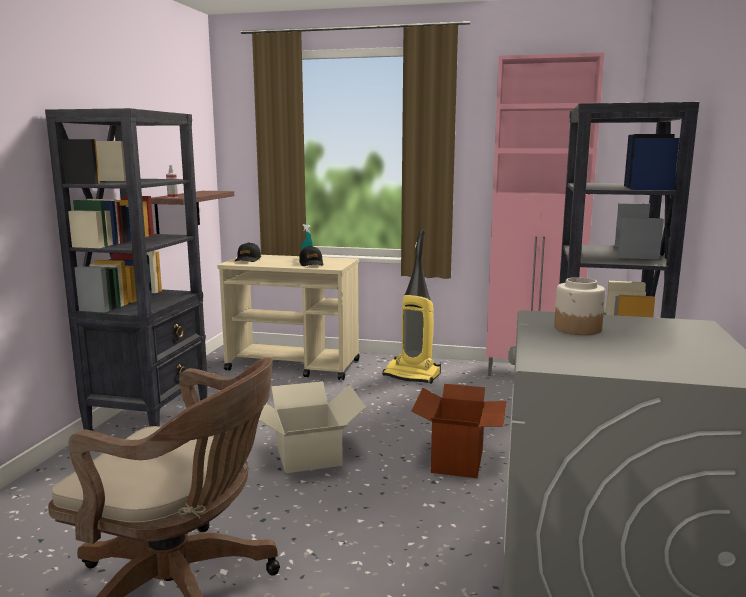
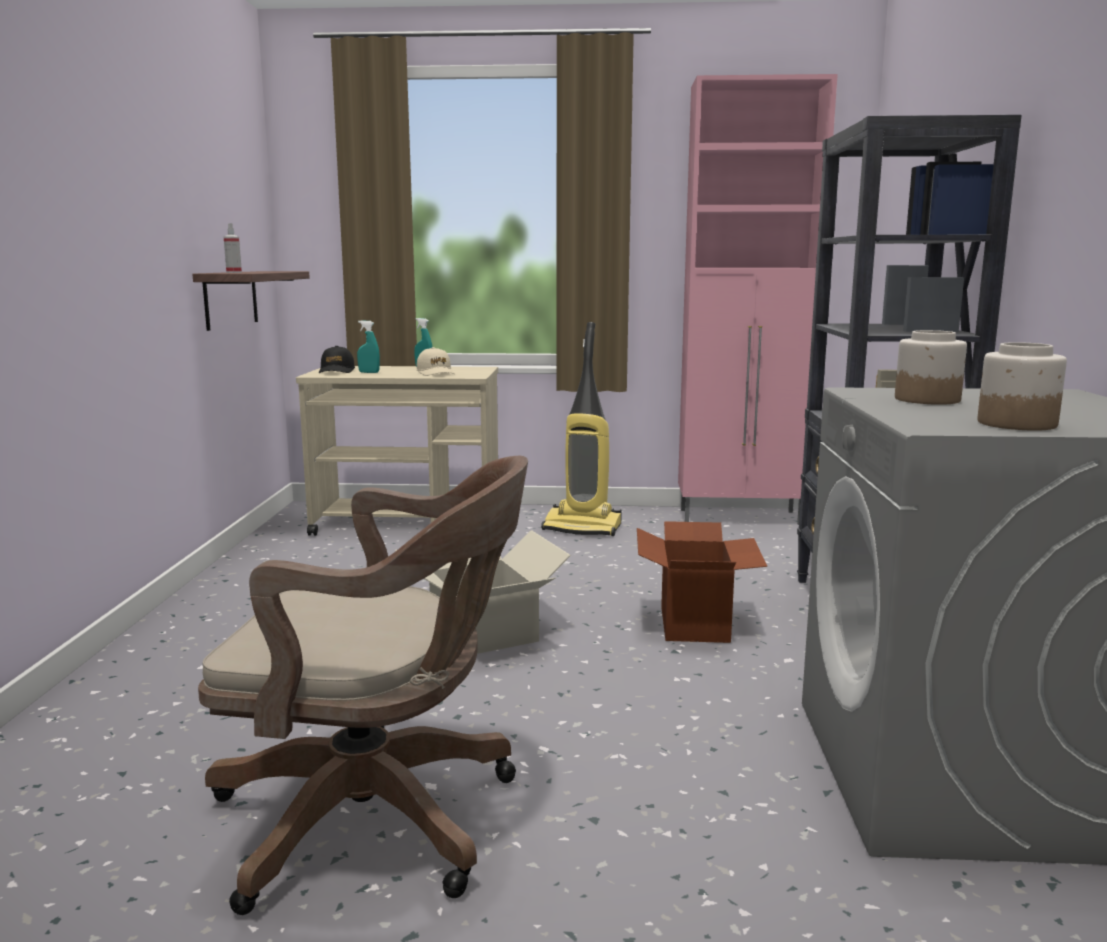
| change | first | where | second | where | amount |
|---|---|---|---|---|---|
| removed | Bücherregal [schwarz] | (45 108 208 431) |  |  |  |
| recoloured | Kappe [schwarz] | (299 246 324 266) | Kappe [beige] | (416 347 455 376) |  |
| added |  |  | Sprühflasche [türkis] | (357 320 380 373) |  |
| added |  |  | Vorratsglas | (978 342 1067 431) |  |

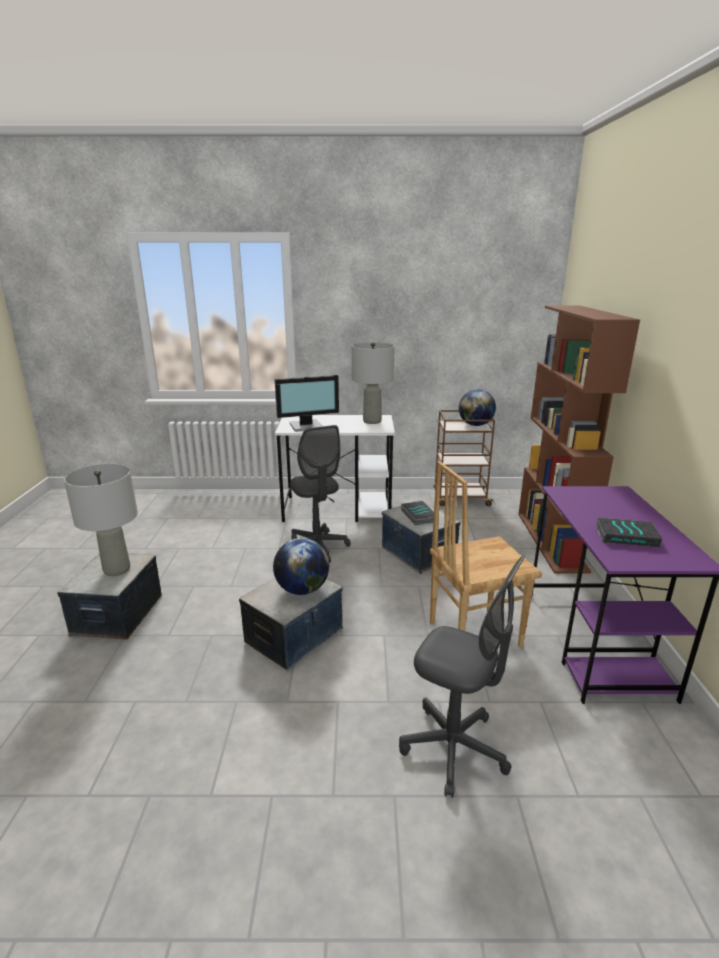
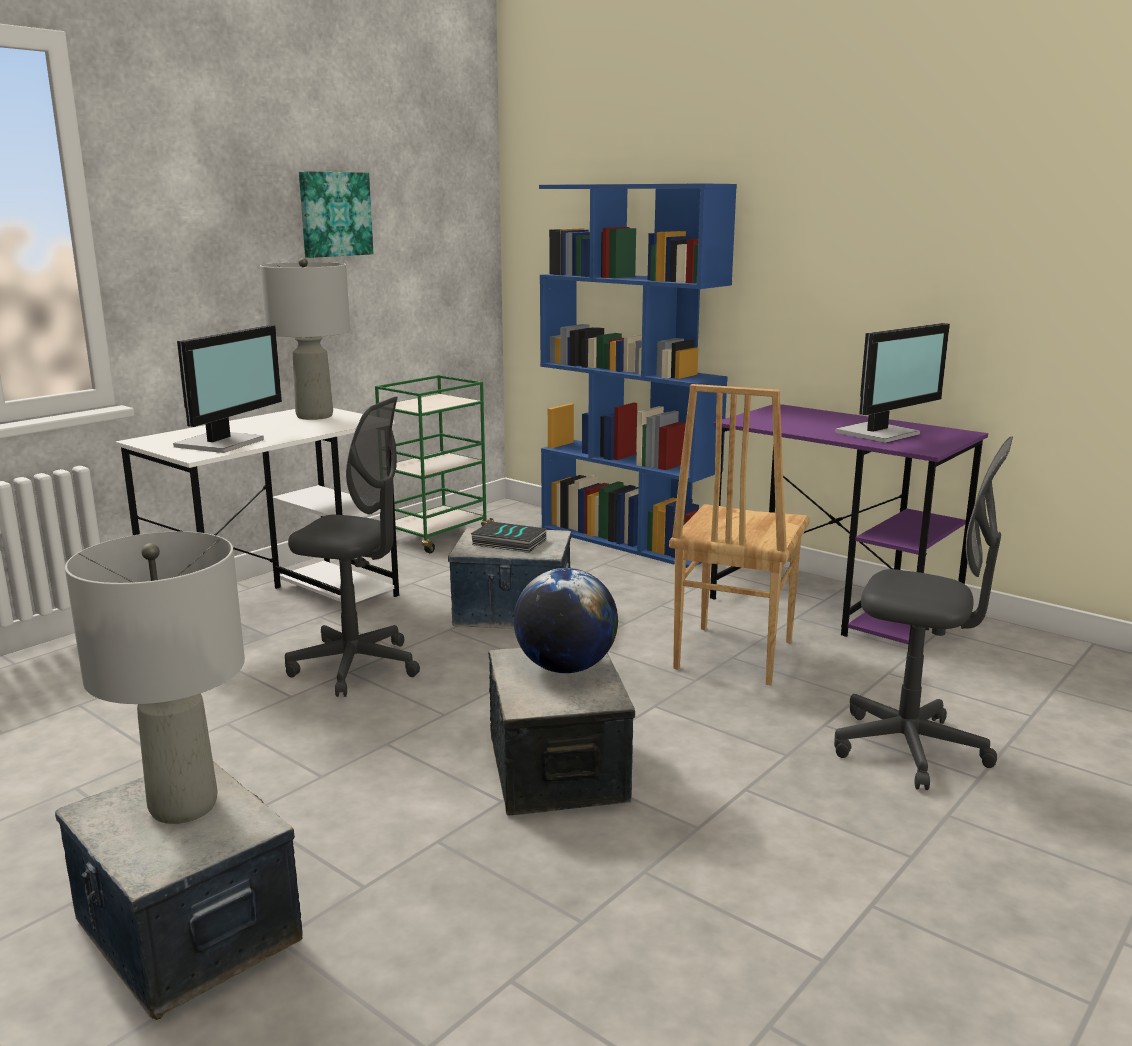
| change | first | where | second | where | amount |
|---|---|---|---|---|---|
| turned | Bürostuhl [grau] | (399 556 525 798) |  | (834 437 1013 790) | 45 degrees clockwise |
| recoloured | Rollwagen [braun] | (433 410 495 506) | Rollwagen [grün] | (375 375 494 553) |  |
| removed | Globus | (459 389 496 426) |  |  |  |
| recoloured | Bücherregal [braun] | (518 306 640 574) | Bücherregal [blau] | (539 183 737 568) |  |
| replaced | Buch | (596 517 662 548) | Monitor | (835 323 950 443) |  |
| added |  |  | Bild | (299 171 374 258) |  |

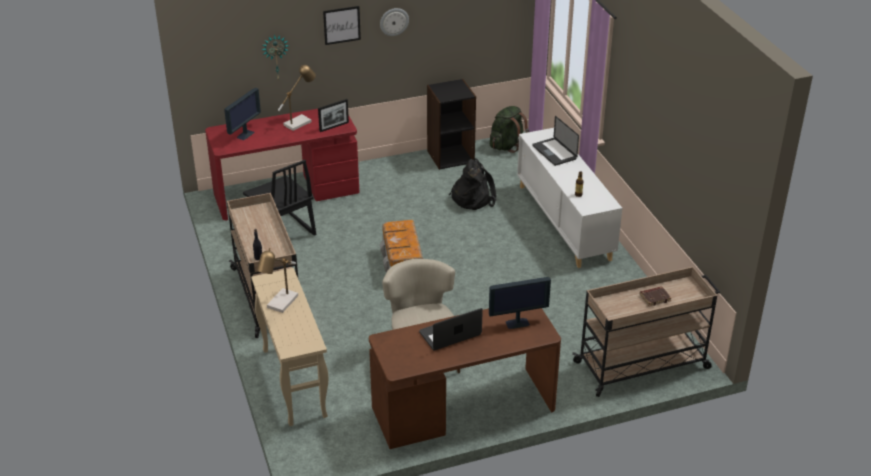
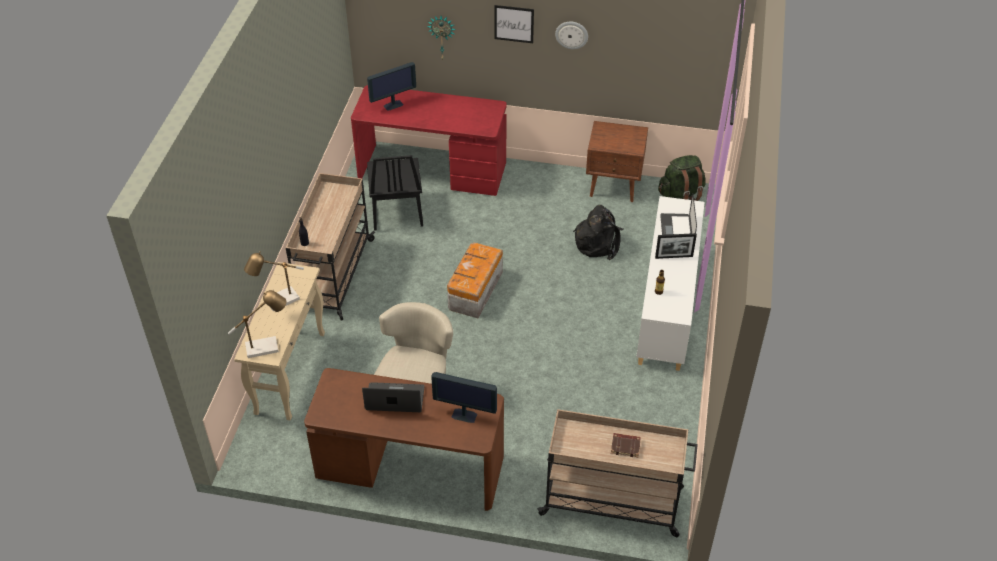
| change | first | where | second | where | amount |
|---|---|---|---|---|---|
| moved | Tischlampe | (278 65 316 131) |  | (228 290 286 358) |  |
| moved | Bilderrahmen | (318 99 349 132) |  | (655 233 697 259) |  |
| replaced | Bücherregal [schwarz] | (427 79 476 170) | Nachttisch [braun] | (586 121 648 202) |  |

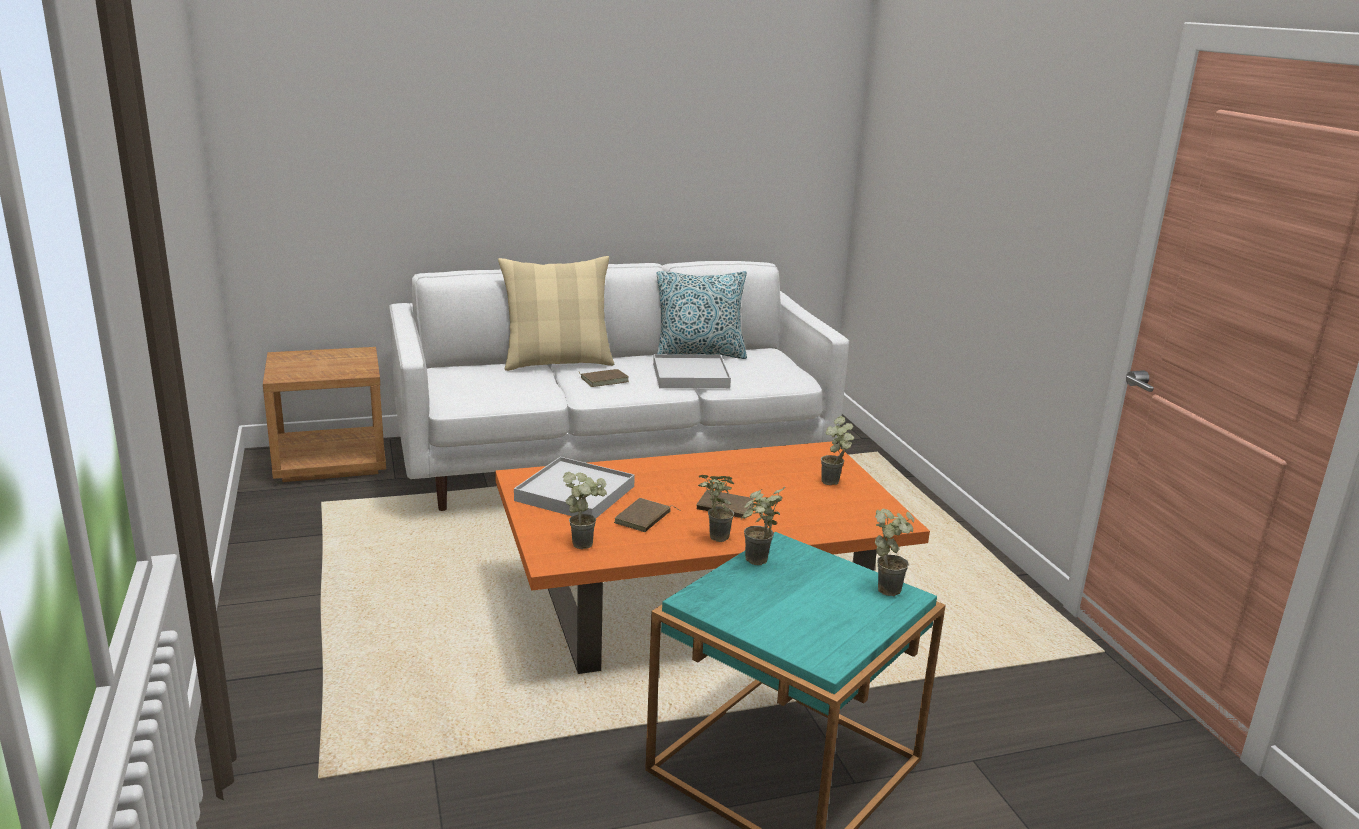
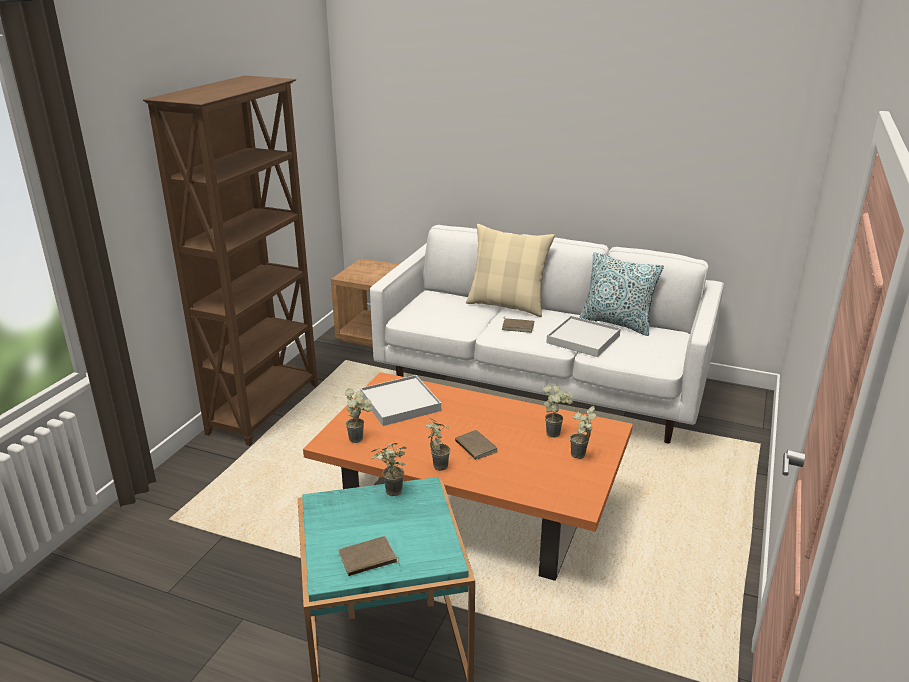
| change | first | where | second | where | amount |
|---|---|---|---|---|---|
| moved | Buch [braun] | (614 498 680 532) |  | (338 536 400 576) |  |
| moved | Topfpflanze | (875 509 914 596) |  | (543 385 573 437) |  |
| added |  |  | Bücherregal [braun] | (143 75 318 446) |  |

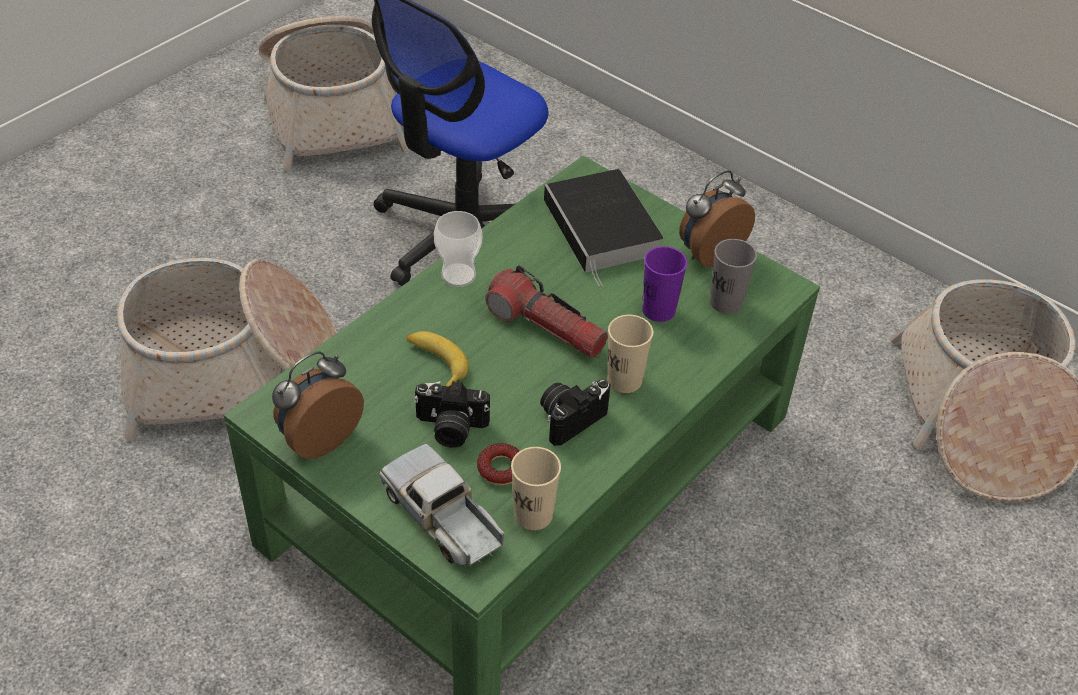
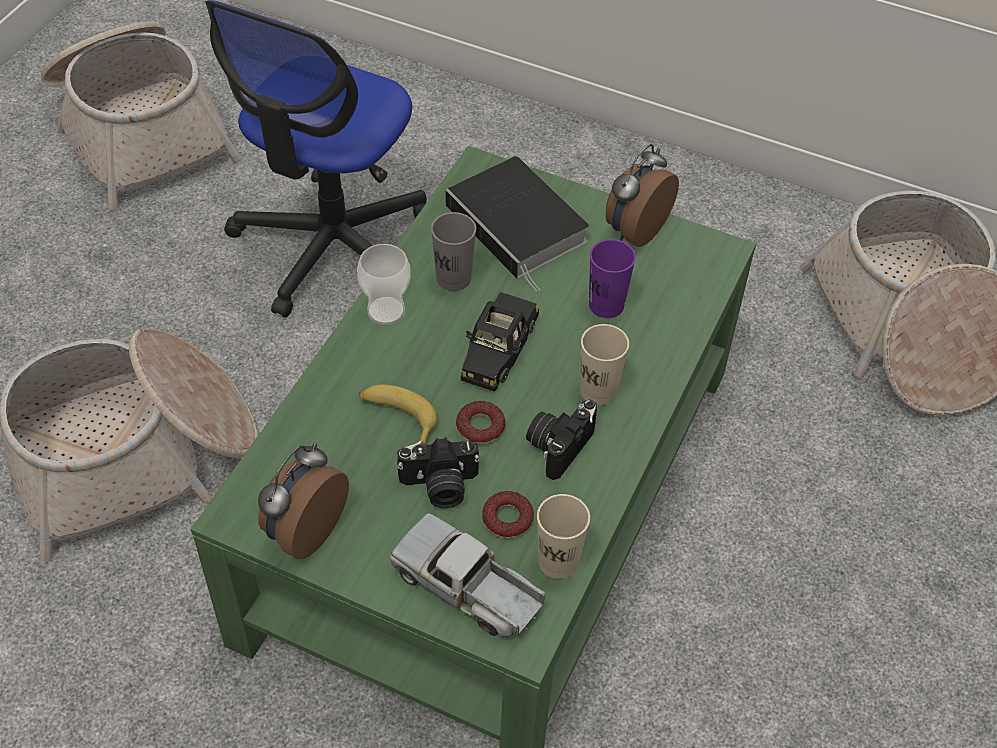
| change | first | where | second | where | amount |
|---|---|---|---|---|---|
| replaced | Taschenlampe | (485 265 608 358) | Spielzeugauto [schwarz] | (461 292 539 392) |  |
| moved | Tasse [grau] | (710 239 757 314) |  | (431 212 476 291) |  |
| added |  |  | Donut | (456 401 506 444) |  |

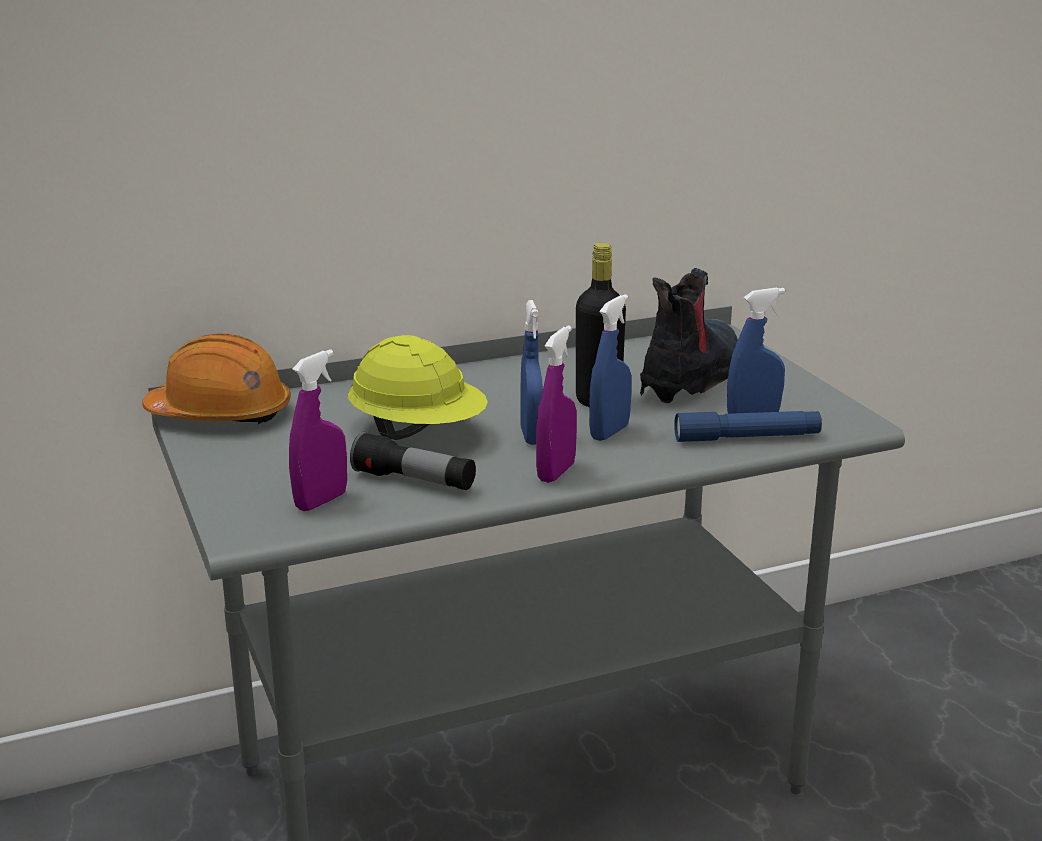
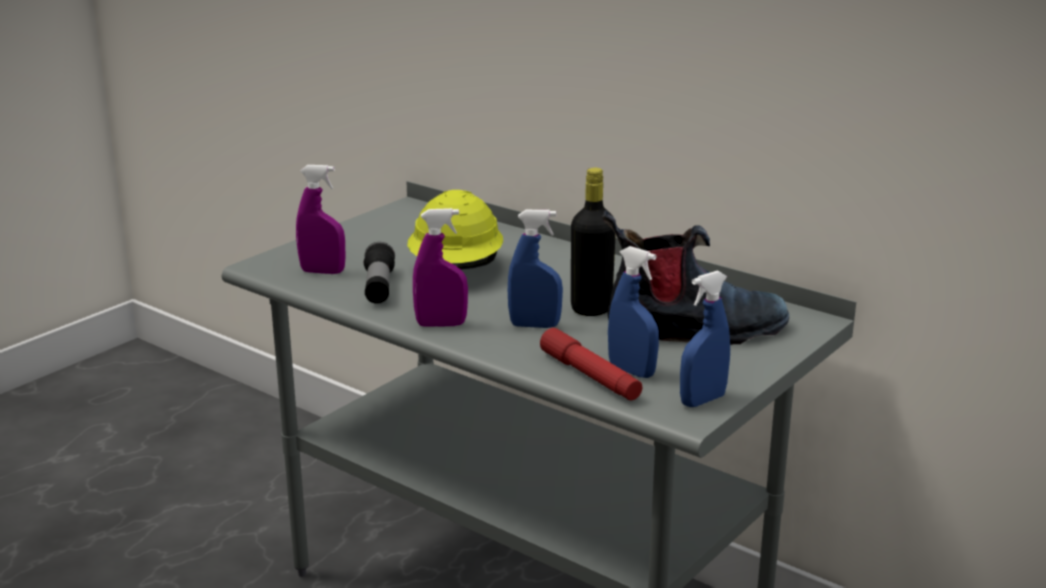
| change | first | where | second | where | amount |
|---|---|---|---|---|---|
| removed | Schutzhelm [orange] | (142 333 291 424) |  |  |  |
| moved | Sprühflasche [blau] | (521 300 543 445) |  | (680 271 730 407) |  |
| recoloured | Taschenlampe [blau] | (674 411 822 442) | Taschenlampe [rot] | (540 328 642 400) |  |

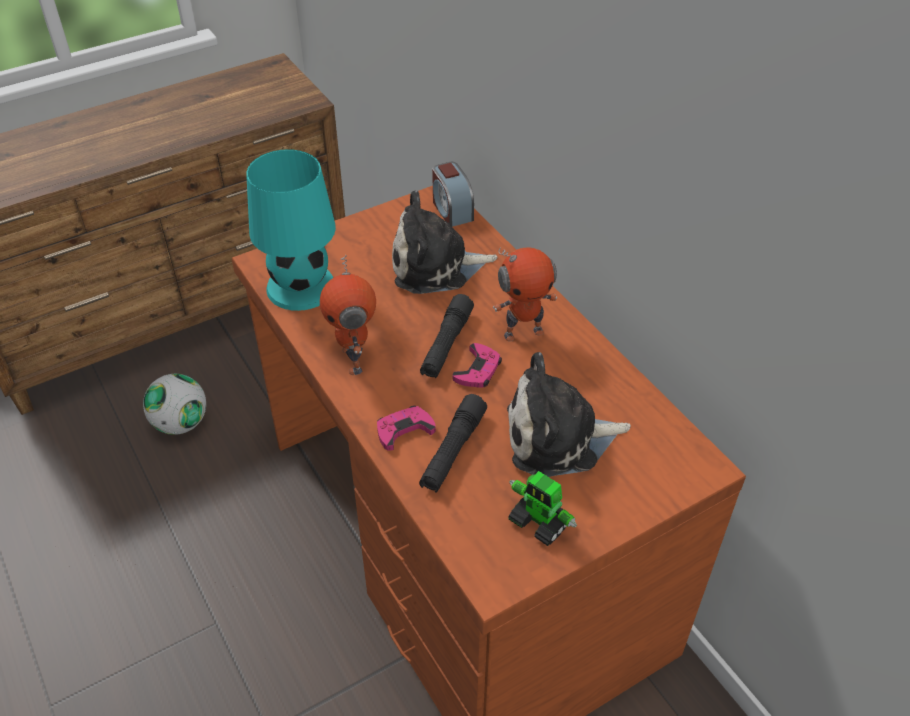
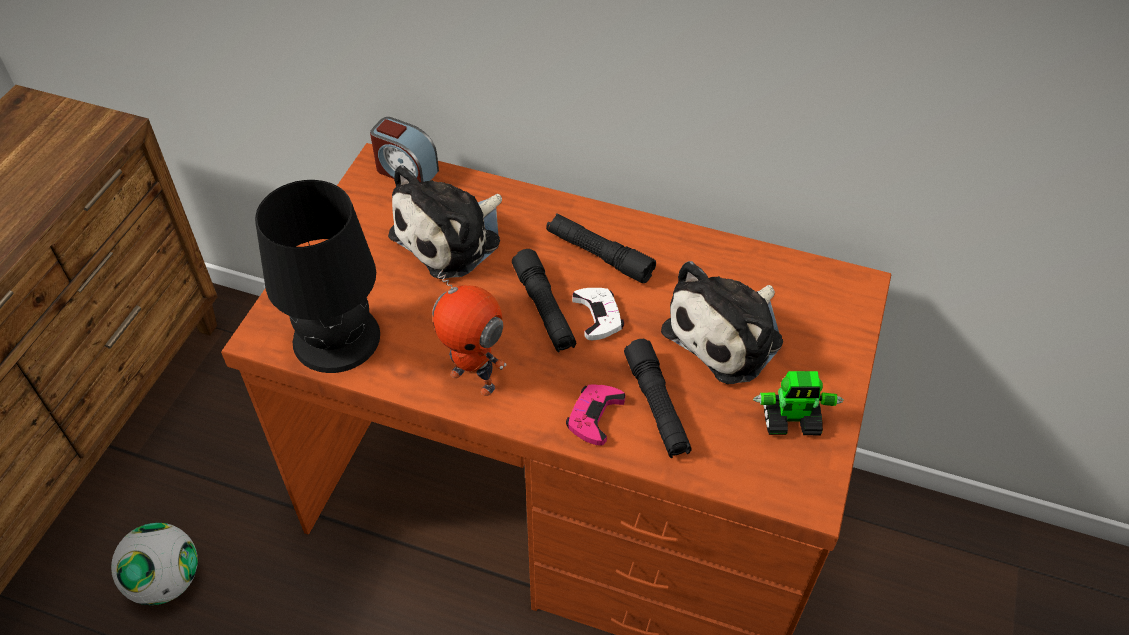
| change | first | where | second | where | amount |
|---|---|---|---|---|---|
| recoloured | Tischlampe [türkis] | (246 149 336 311) | Tischlampe [schwarz] | (255 180 380 373) |  |
| recoloured | Gamepad [rosa] | (452 343 502 388) | Gamepad [weiß] | (572 288 624 340) |  |
| replaced | Spielzeugroboter | (493 247 557 342) | Taschenlampe [schwarz] | (546 213 656 283) |  |

